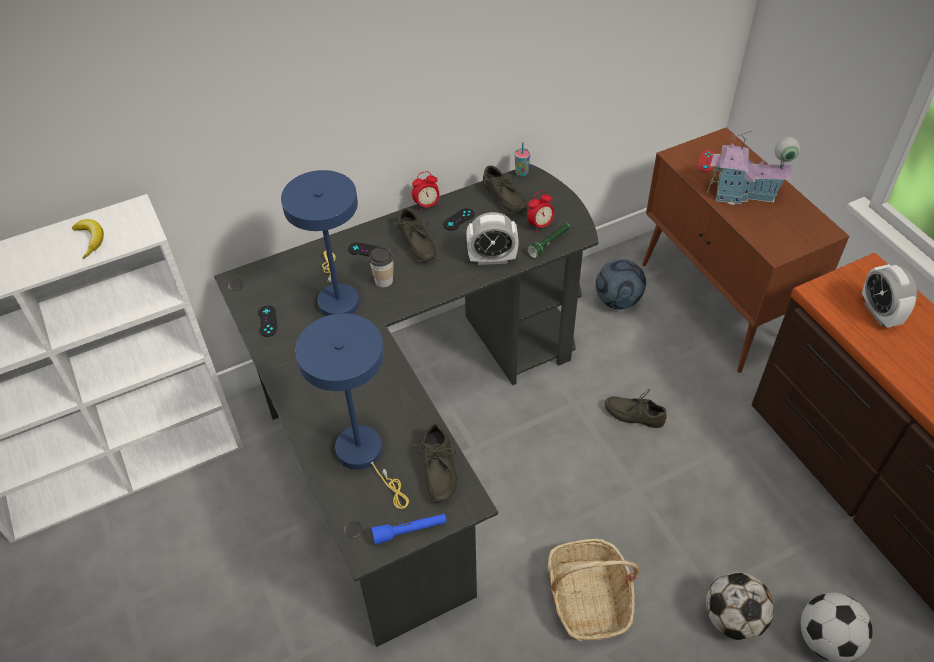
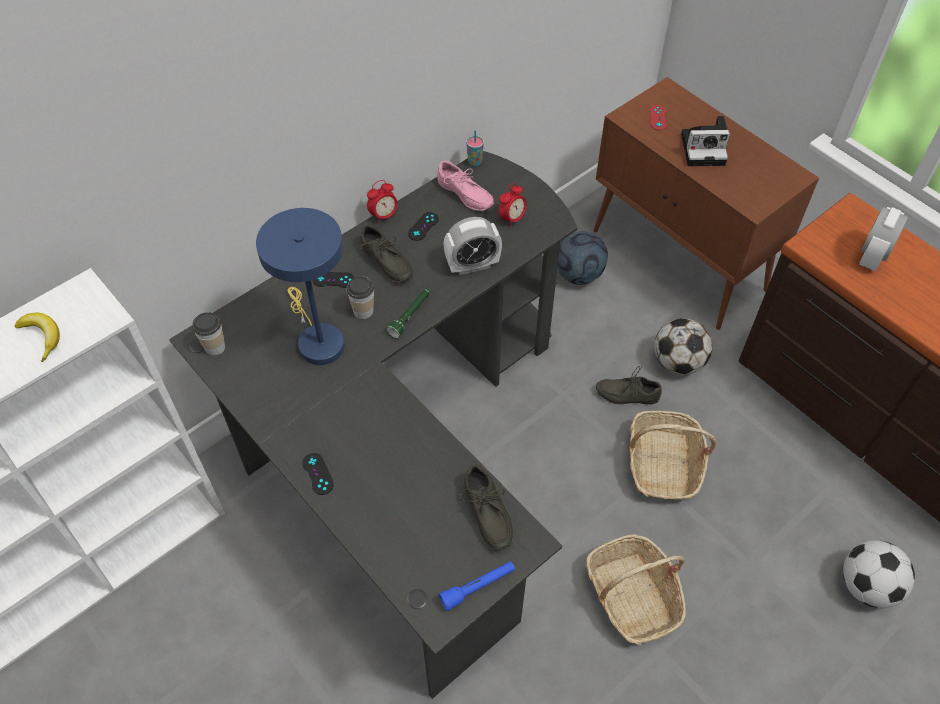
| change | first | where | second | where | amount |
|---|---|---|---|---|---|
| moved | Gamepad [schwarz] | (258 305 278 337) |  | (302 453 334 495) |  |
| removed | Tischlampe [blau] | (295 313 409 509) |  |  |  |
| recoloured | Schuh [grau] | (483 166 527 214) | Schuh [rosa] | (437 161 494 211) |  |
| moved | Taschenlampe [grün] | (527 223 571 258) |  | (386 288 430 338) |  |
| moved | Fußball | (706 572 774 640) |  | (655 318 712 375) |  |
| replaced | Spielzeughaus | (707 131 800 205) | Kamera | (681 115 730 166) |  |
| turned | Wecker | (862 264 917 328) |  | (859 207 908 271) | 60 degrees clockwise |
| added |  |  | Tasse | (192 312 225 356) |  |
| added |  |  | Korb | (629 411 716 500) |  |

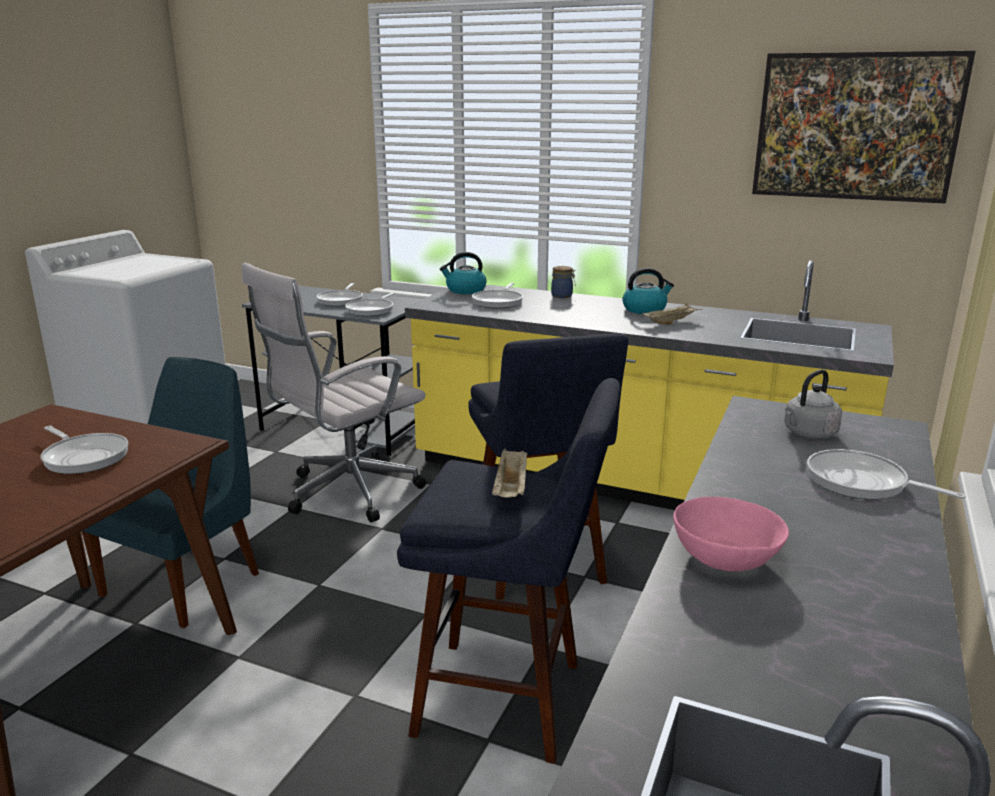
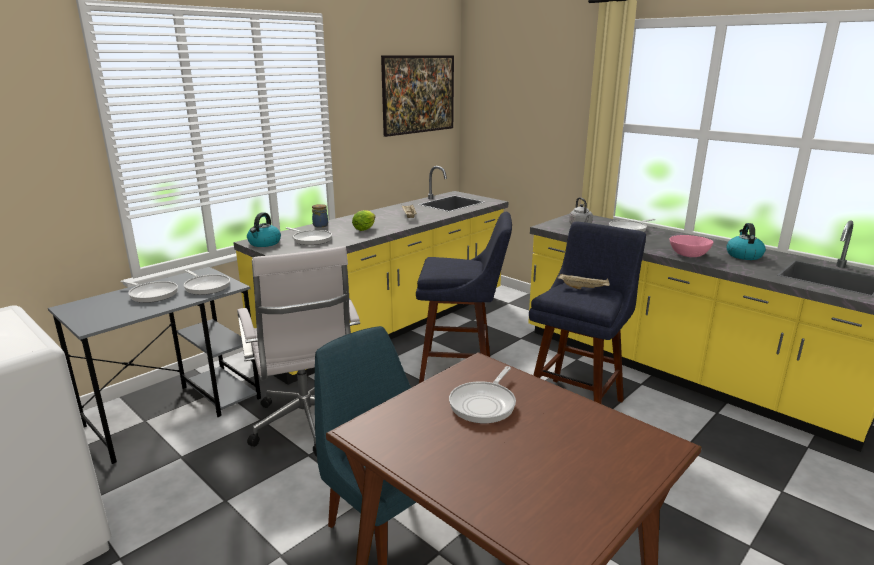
| change | first | where | second | where | amount |
|---|---|---|---|---|---|
| turned | Pfanne | (41 426 128 474) |  | (449 366 516 423) | 150 degrees clockwise |
| moved | Wasserkessel | (622 268 674 314) |  | (726 223 766 260) |  |
| added |  |  | Salatkopf | (352 210 375 231) |  |

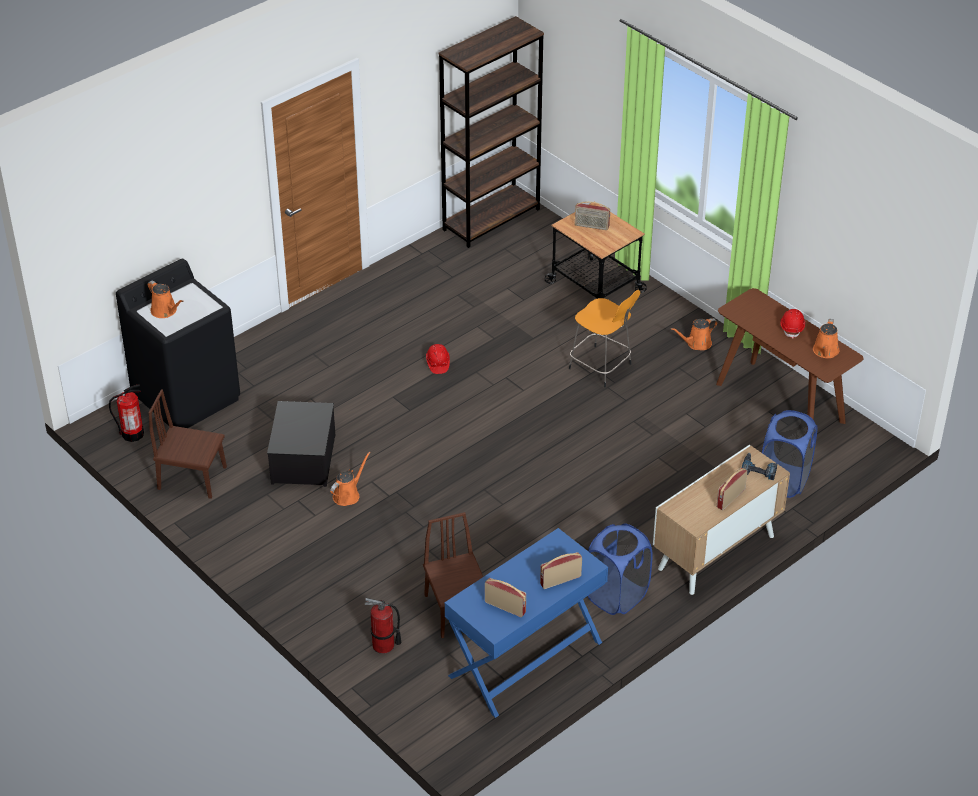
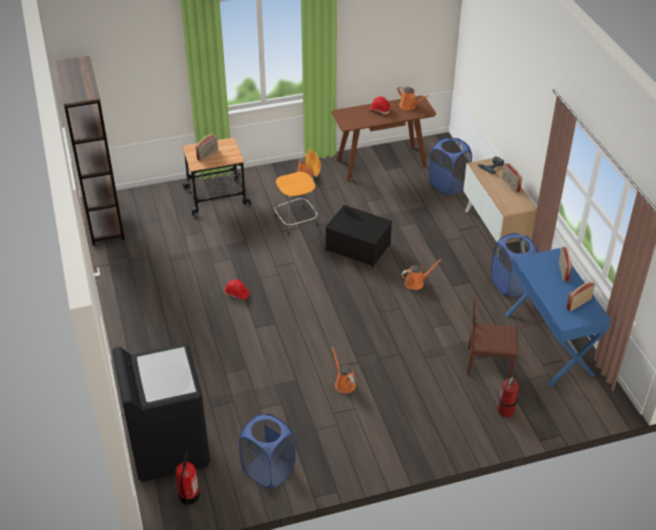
| change | first | where | second | where | amount |
|---|---|---|---|---|---|
| moved | Gießkanne [orange] | (147 280 183 318) |  | (401 260 441 290) |  |
| replaced | Stuhl [braun] | (148 389 227 499) | Wäschekorb [blau] | (239 414 296 488) |  |
| moved | Aufbewahrungsbox | (267 401 335 487) |  | (325 205 392 267) |  |

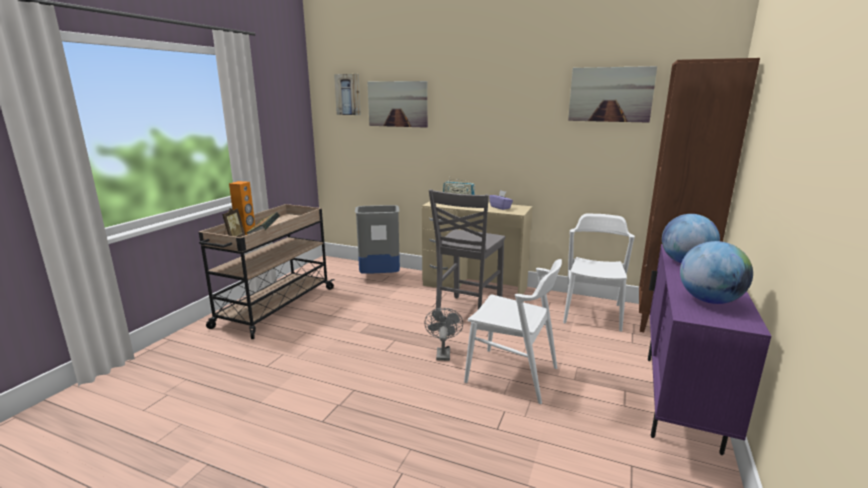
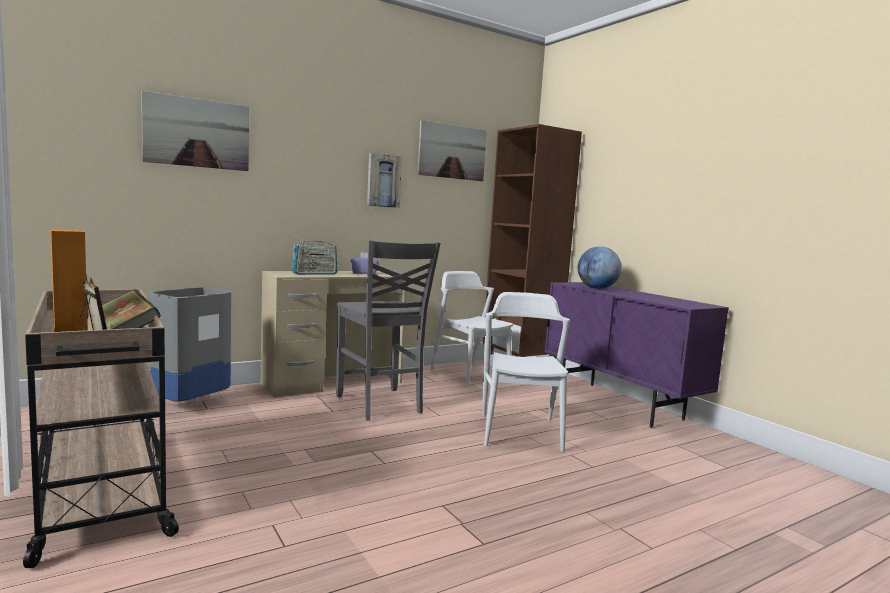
| change | first | where | second | where | amount |
|---|---|---|---|---|---|
| moved | Bild | (334 74 361 115) |  | (367 153 402 208) |  |
| removed | Ventilator [grau] | (424 308 463 361) |  |  |  |
| turned | Stuhl [weiß] | (464 259 562 404) |  | (482 292 570 452) | 60 degrees counterclockwise |
| removed | Globus | (680 241 753 304) |  |  |  |

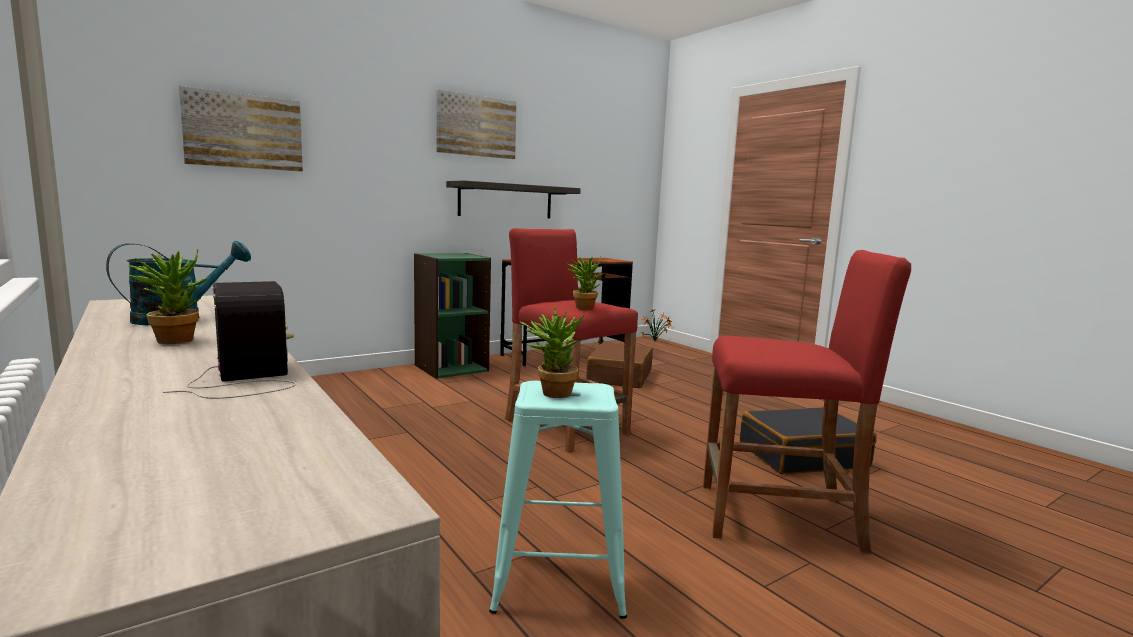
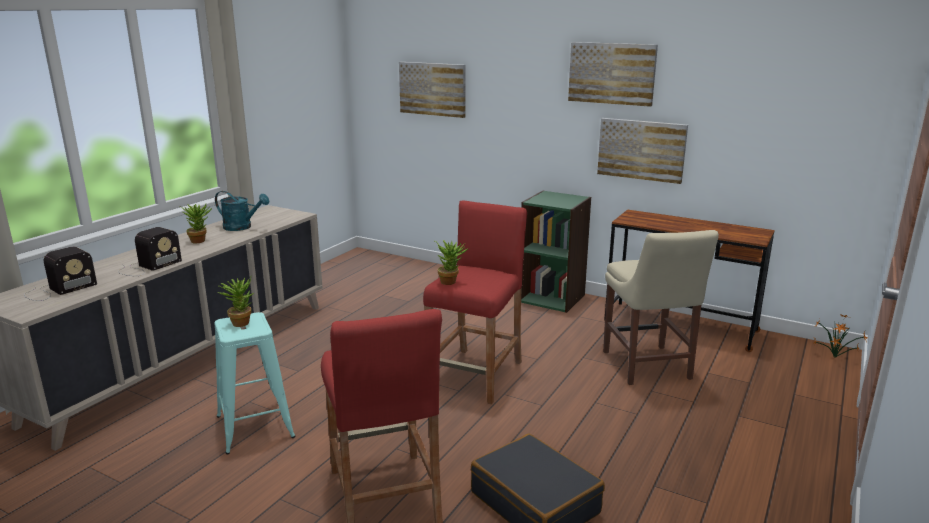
| change | first | where | second | where | amount |
|---|---|---|---|---|---|
| replaced | Wandregal | (446 180 581 219) | Bild | (597 118 688 184) |  |
| replaced | Koffer [braun] | (586 342 653 388) | Stuhl [beige] | (603 230 719 385) |  |
| added |  |  | Radio | (24 247 97 301) |  |

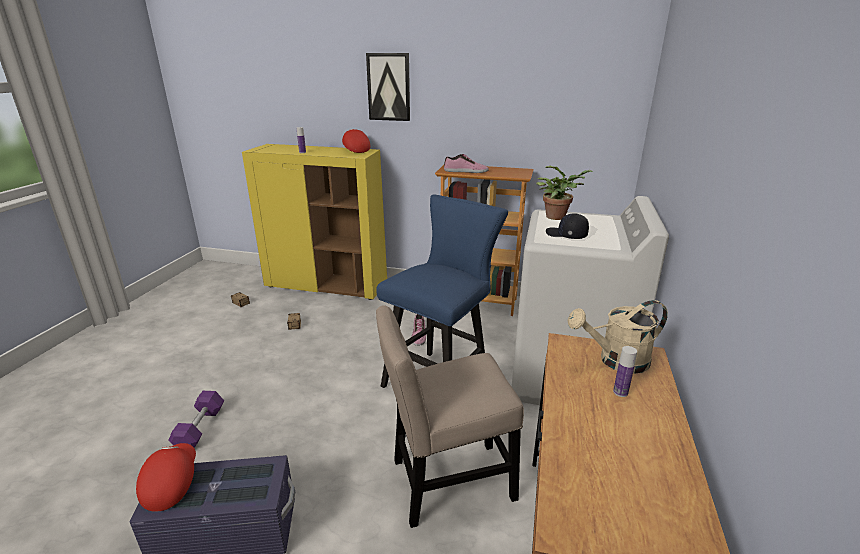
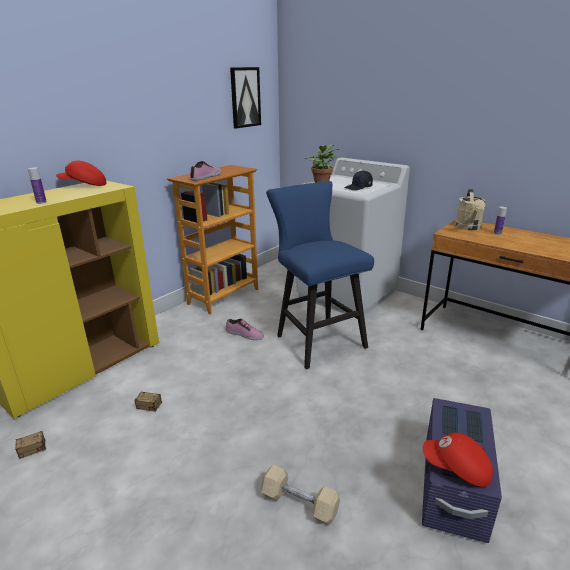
| change | first | where | second | where | amount |
|---|---|---|---|---|---|
| recoloured | Hantel [lila] | (168 391 224 448) | Hantel [beige] | (261 465 340 525) |  |
| moved | Bild | (366 53 410 121) |  | (230 67 261 128) |  |
| removed | Stuhl [beige] | (376 305 524 528) |  |  |  |

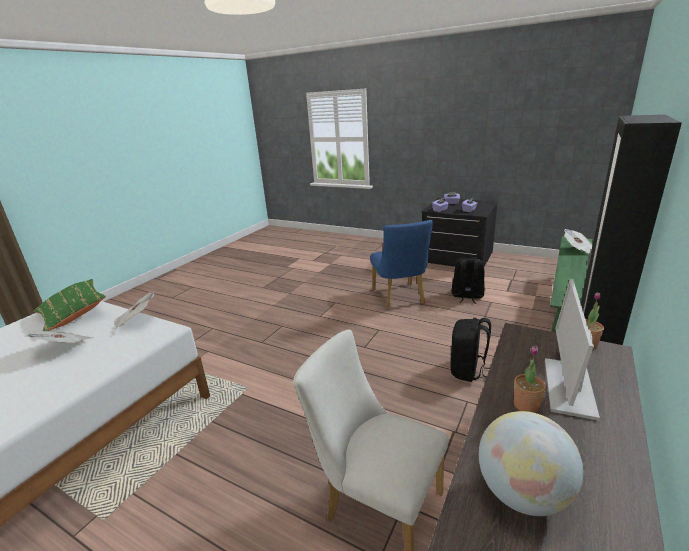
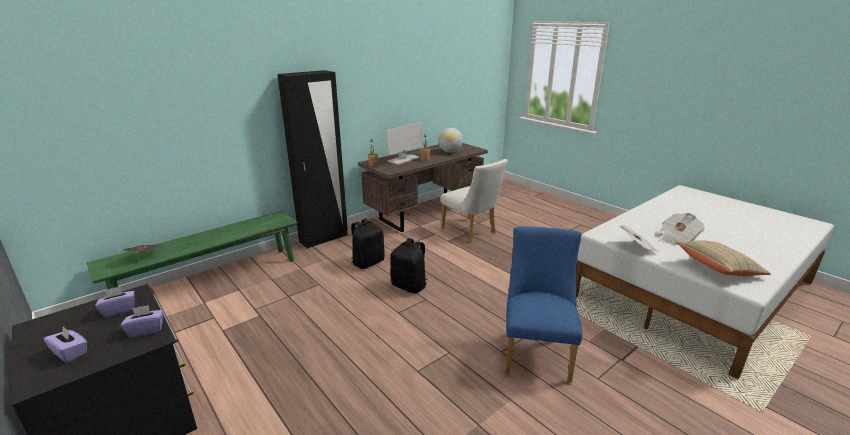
| change | first | where | second | where | amount |
|---|---|---|---|---|---|
| recoloured | Kissen [grün] | (34 279 106 331) | Kissen [beige] | (676 240 771 276) |  |
| moved | Stuhl [blau] | (370 220 433 309) |  | (505 226 583 383) |  |
| moved | Rucksack [schwarz] | (451 257 485 304) |  | (390 238 427 294) |  |

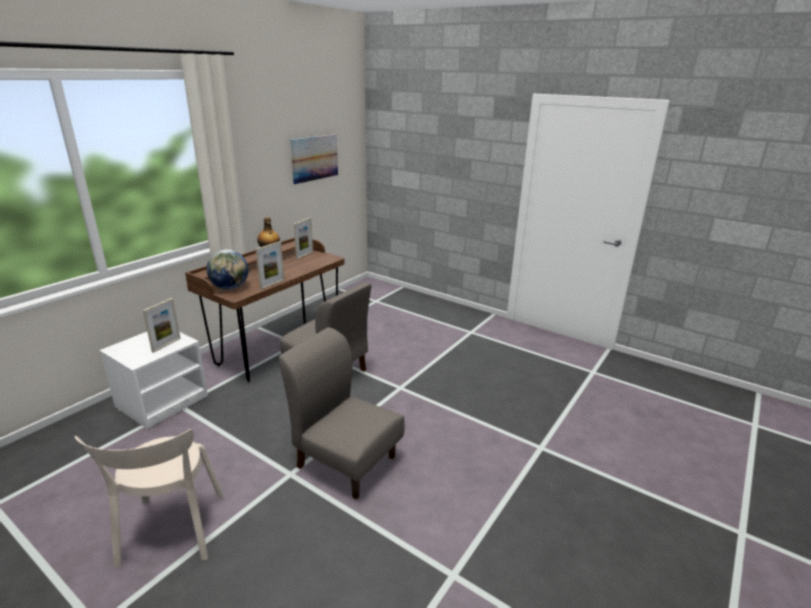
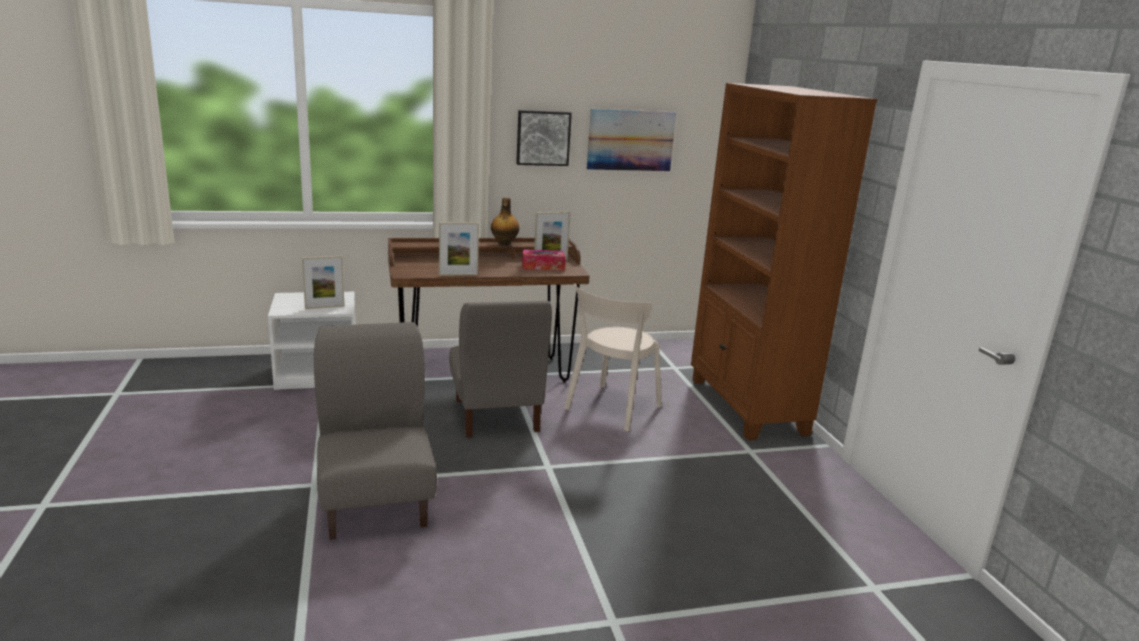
| change | first | where | second | where | amount |
|---|---|---|---|---|---|
| moved | Stuhl [beige] | (75 429 224 568) |  | (564 283 662 432) |  |
| removed | Globus | (207 249 249 290) |  |  |  |
| added |  |  | Bild | (516 110 572 166) |  |
| added |  |  | Taschentuchbox | (522 250 566 270) |  |
| added |  |  | Bücherregal [braun] | (691 83 877 440) |  |

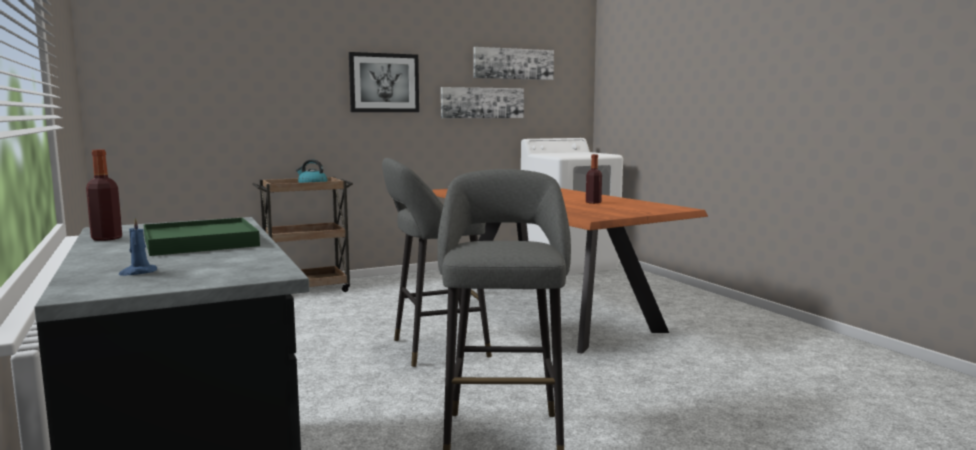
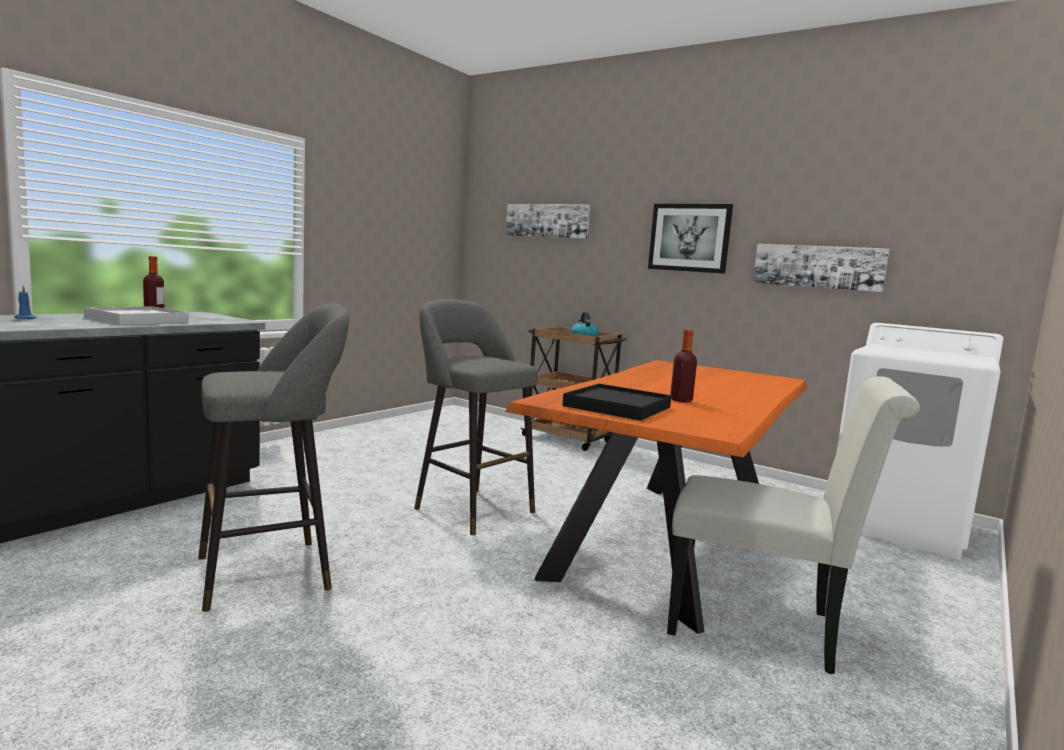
| change | first | where | second | where | amount |
|---|---|---|---|---|---|
| recoloured | Tablett [grün] | (144 218 260 256) | Tablett [weiß] | (84 307 189 325) |  |
| moved | Bild | (473 47 554 80) |  | (506 204 590 239) |  |
| added |  |  | Tablett [schwarz] | (562 384 672 421) |  |
| added |  |  | Stuhl [weiß] | (667 376 920 674) |  |

